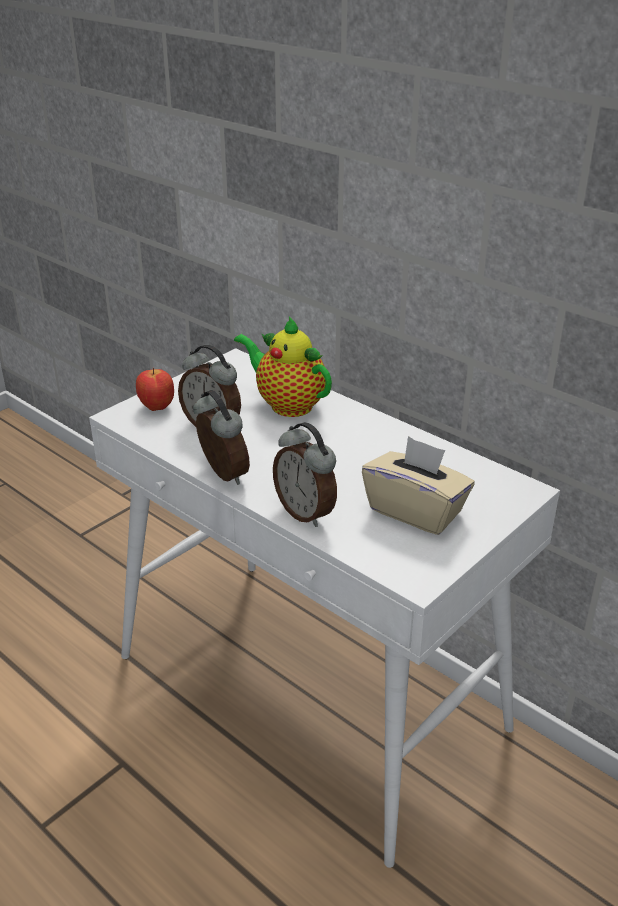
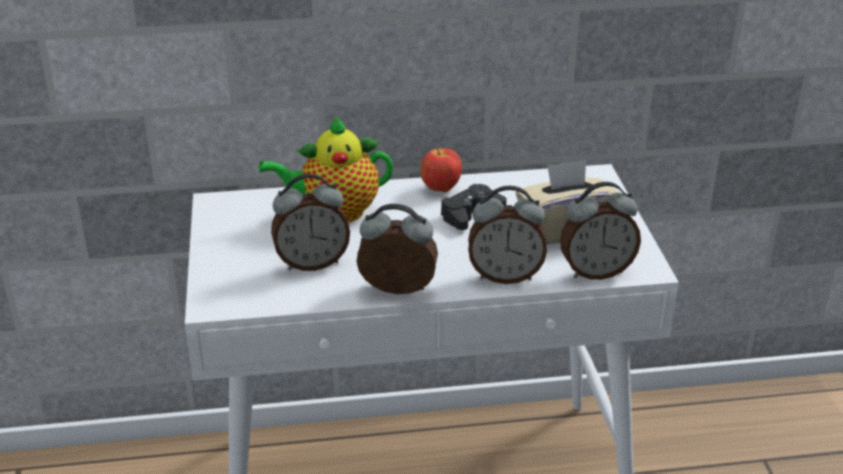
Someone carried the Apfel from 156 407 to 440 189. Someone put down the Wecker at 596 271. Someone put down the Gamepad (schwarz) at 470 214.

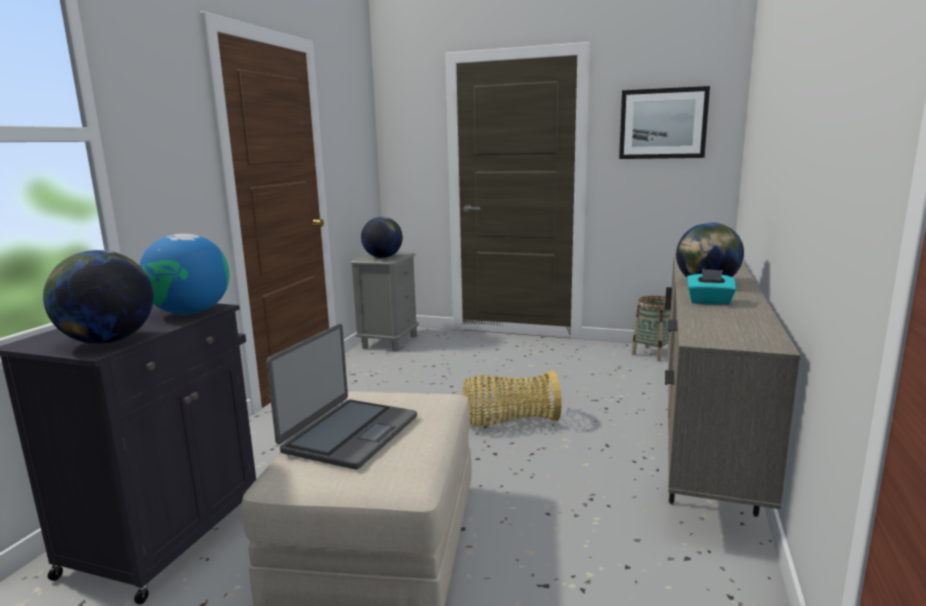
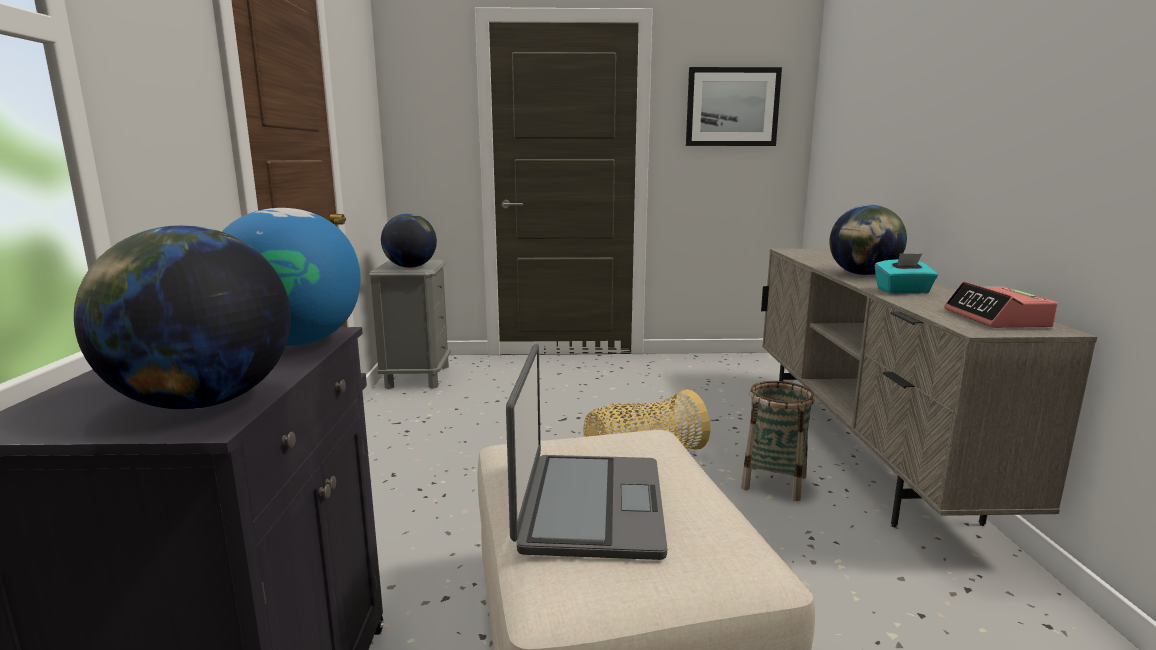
Someone carried the Korb from 652 354 to 773 482. Someone put down the Wecker at 996 319.

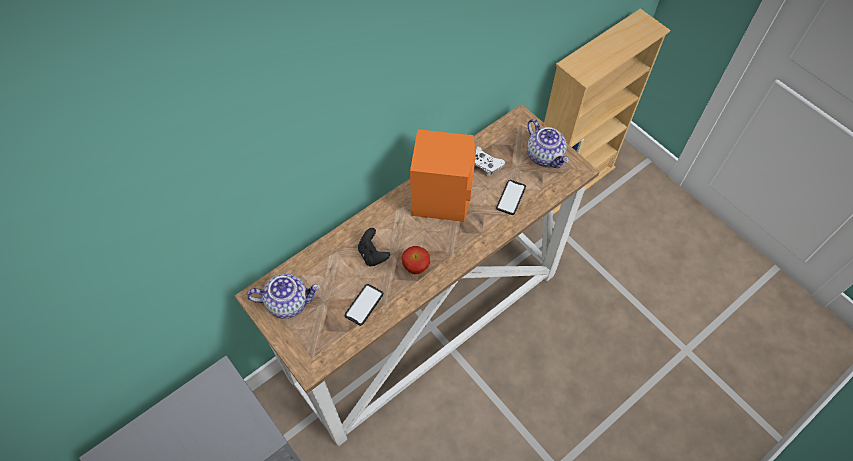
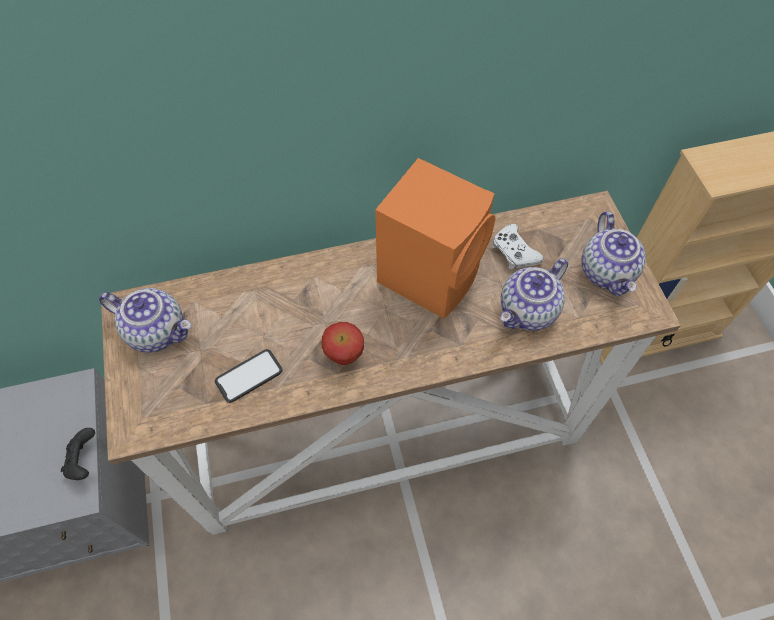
Someone swapped the Handy at 511 197 for the Teekanne at 528 311. Someone carried the Gamepad (schwarz) from 373 254 to 84 461.

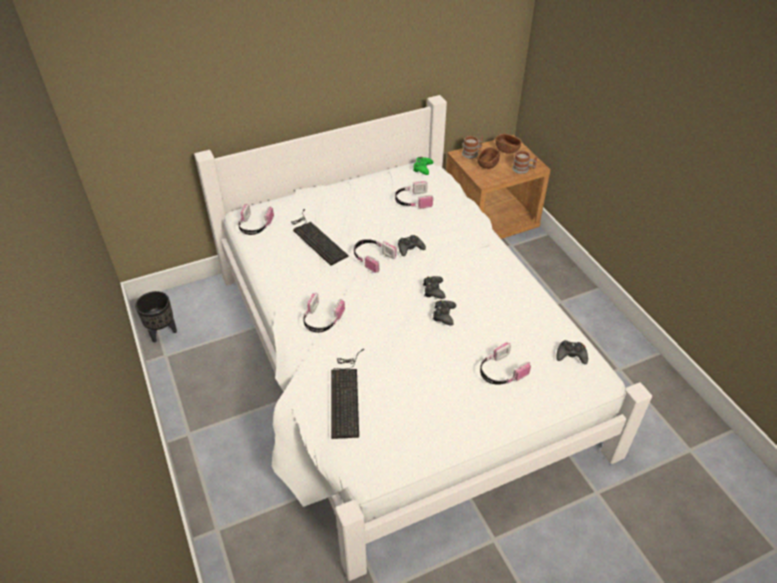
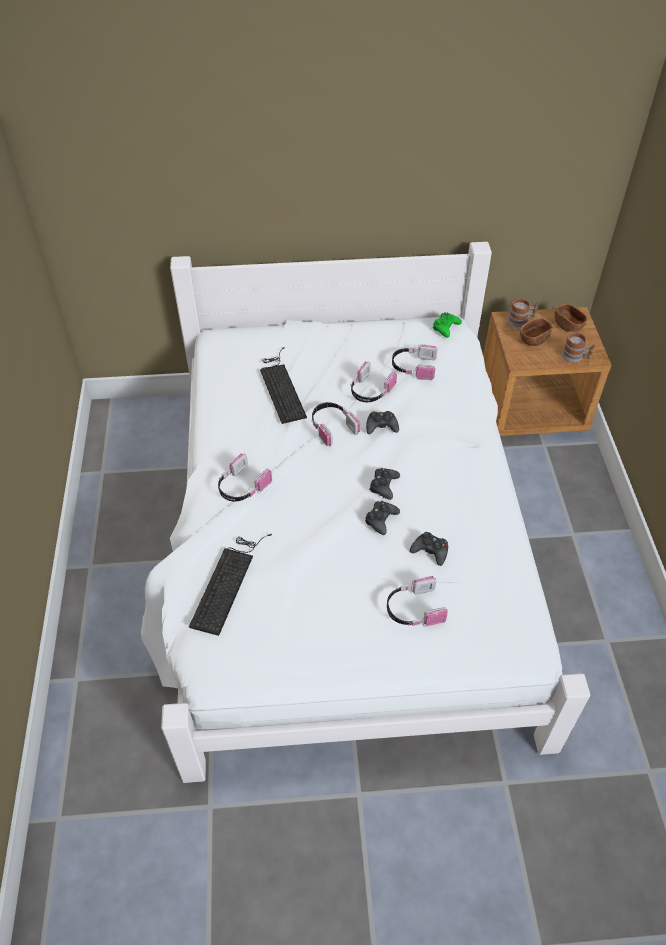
Someone carried the Kopfhörer from 255 226 to 370 391. Someone took away the Pflanzkübel (schwarz) at 162 332. Someone carried the Gamepad (schwarz) from 571 355 to 430 551.

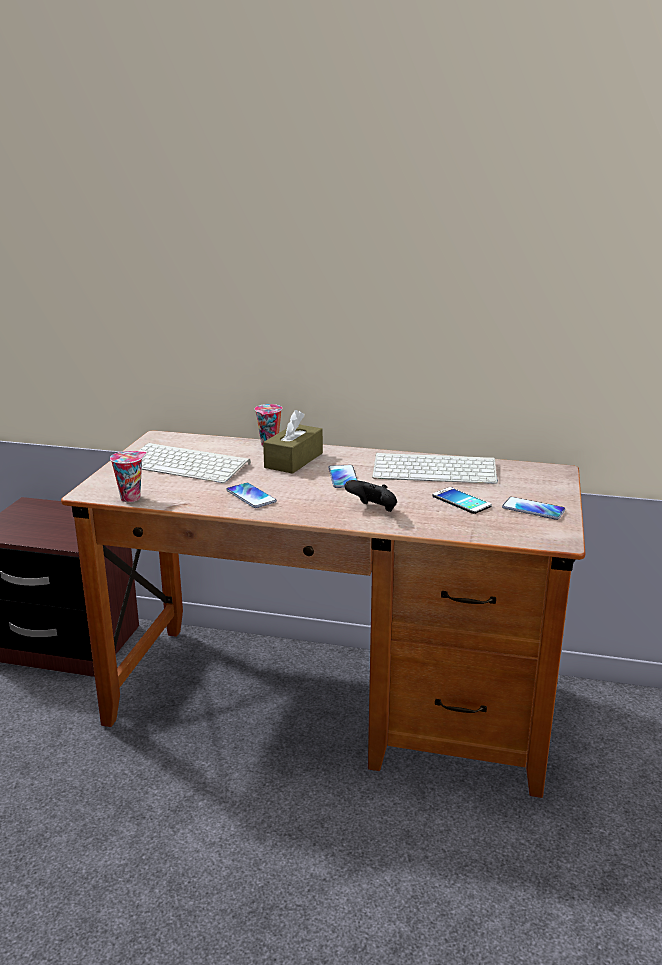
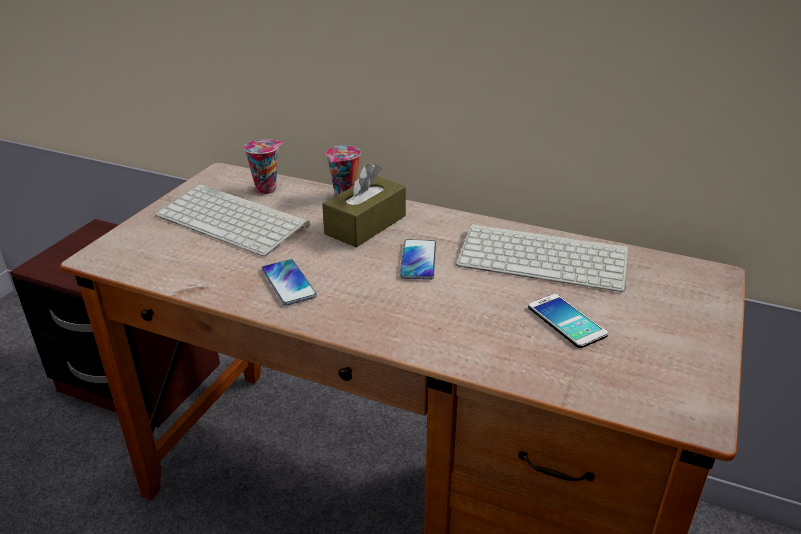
Someone carried the Tasse from 131 497 to 267 189. Someone took away the Gamepad (schwarz) at 373 510. Someone took away the Handy at 533 509.

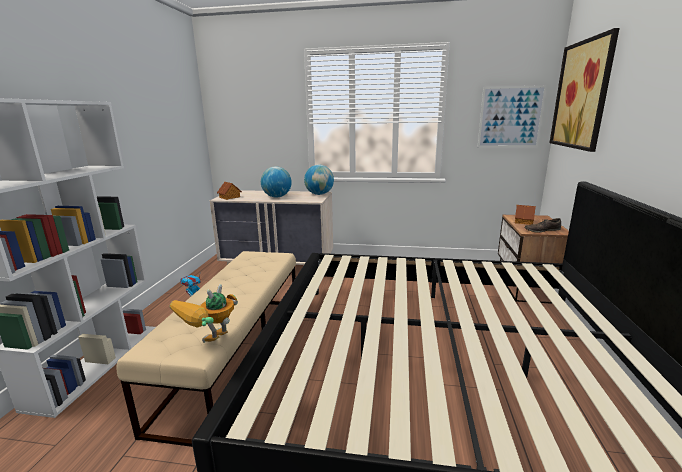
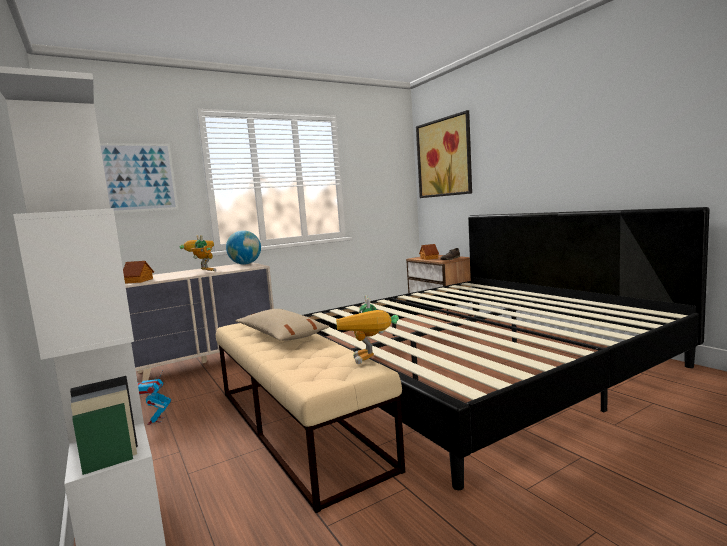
Someone carried the Bild from 510 117 to 138 177. Someone swapped the Globus at 277 197 for the Spielzeugroboter at 203 272. Someone put down the Kissen (beige) at 281 335.

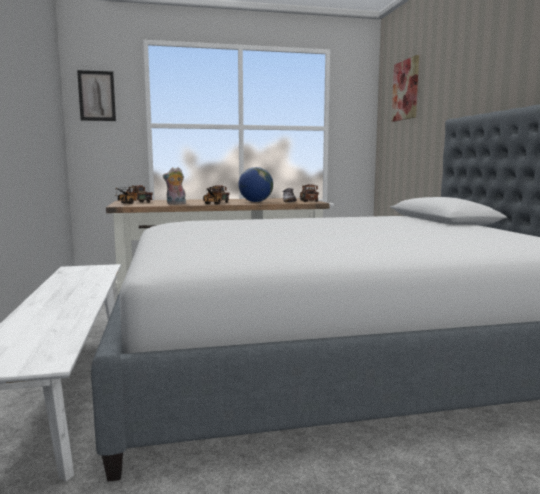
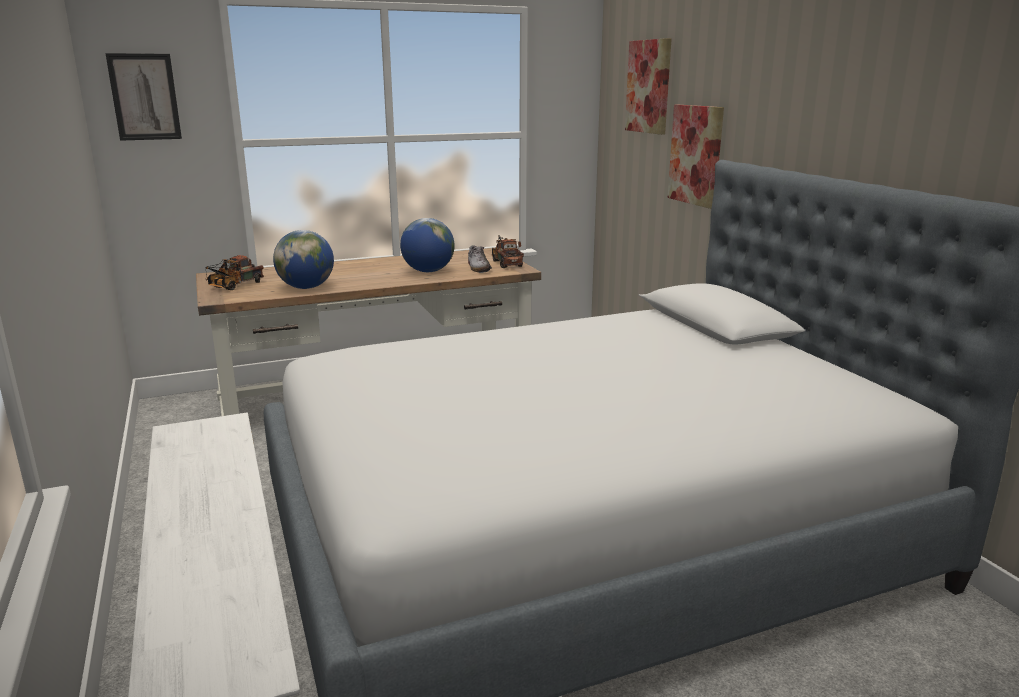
Someone swapped the Plüschtier at 175 204 for the Globus at 306 287. Someone took away the Spielzeuglaster at 215 203. Someone put up the Bild at 696 155.

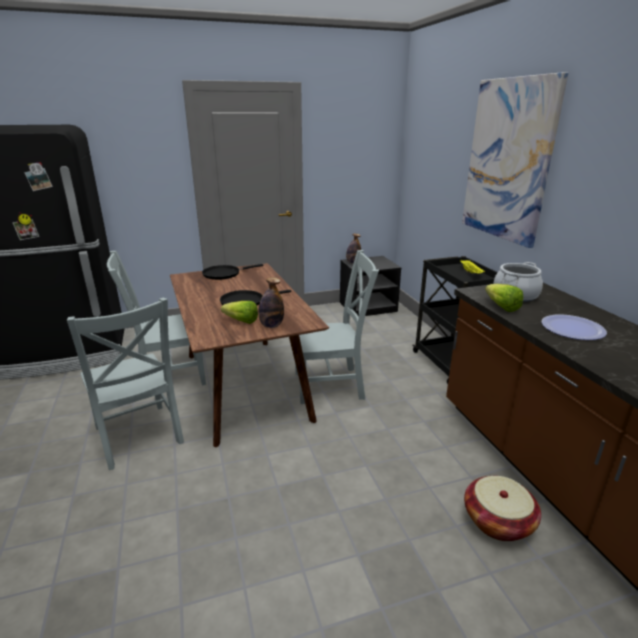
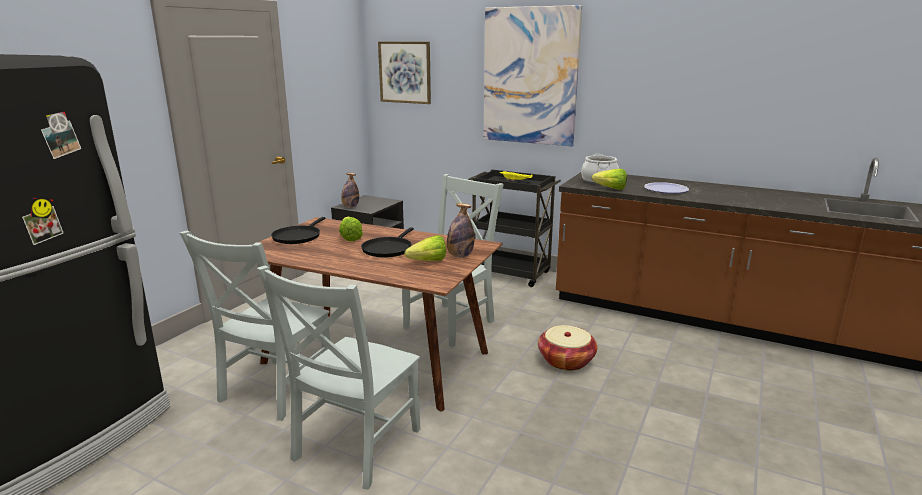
Someone rotated the Stuhl (grau) at 138 437 by 105 degrees clockwise. Someone carried the Korb from 498 521 to 566 361. Someone put up the Bild at 405 72. Someone put down the Salatkopf at 350 237.

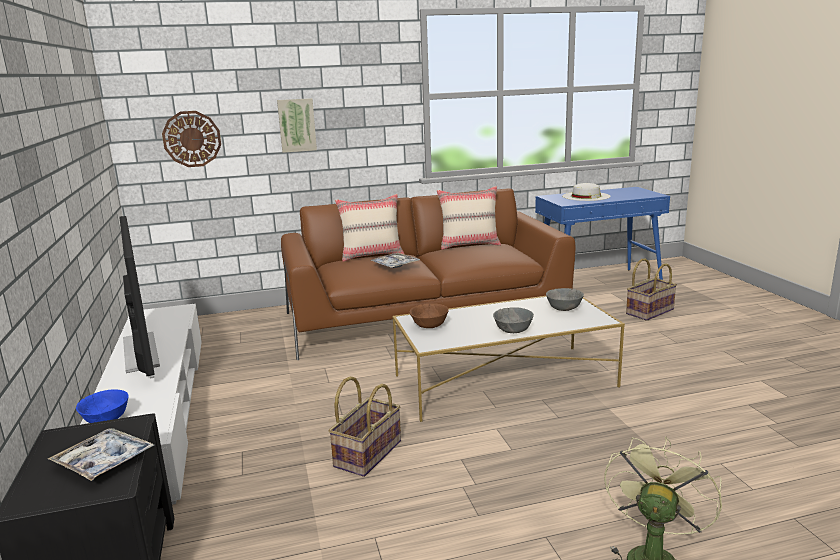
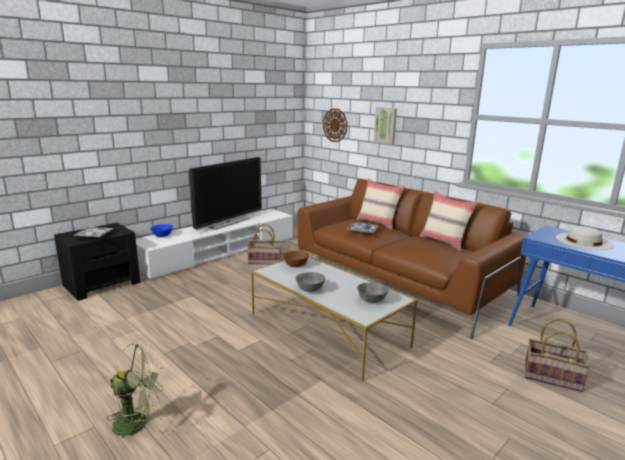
Someone carried the Korb from 367 453 to 265 261.

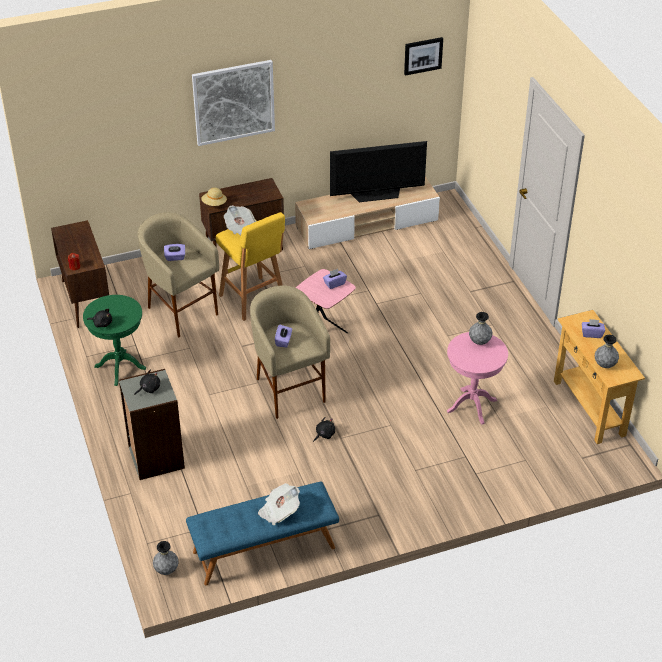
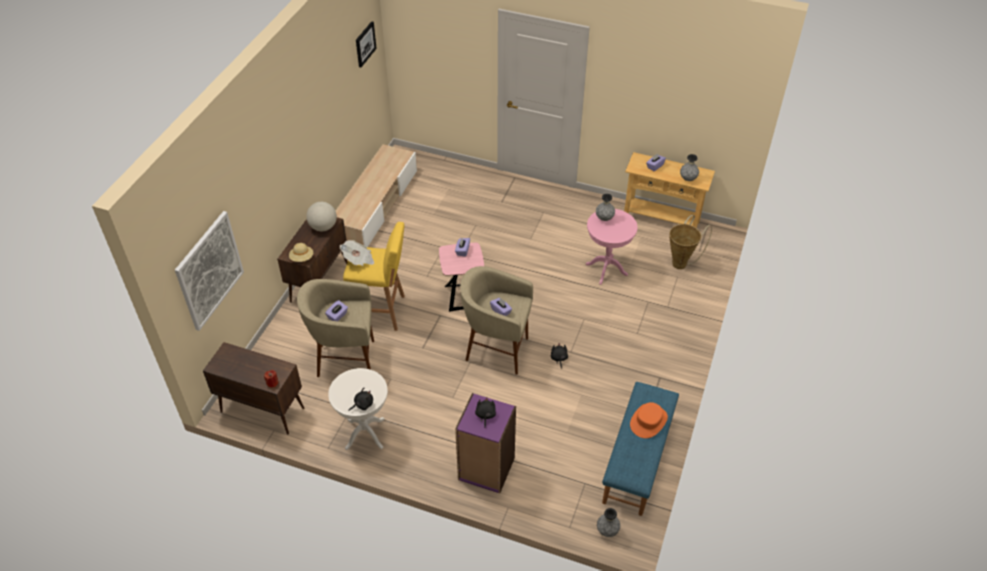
Someone carried the Bild from 233 102 to 209 270. Someone took away the Fernseher at 377 195. Someone repainted the Beistelltisch (grün) at 120 367, which became the Beistelltisch (weiß) at 365 433. Someone repainted the Bücherregal (grau) at 155 457, which became the Bücherregal (lila) at 486 469. Someone swapped the Zeitung at 279 511 for the Hut (orange) at 648 421. Someone put down the Globus at 323 227. Someone put down the Korb at 681 262.

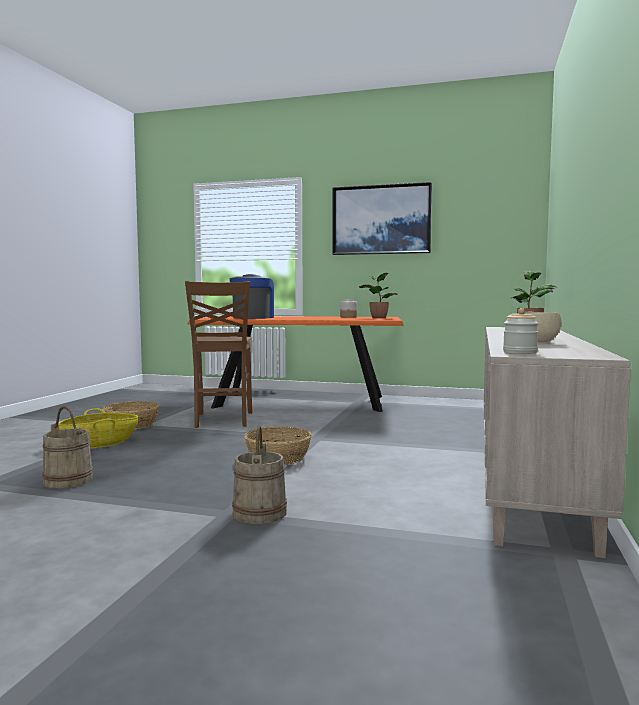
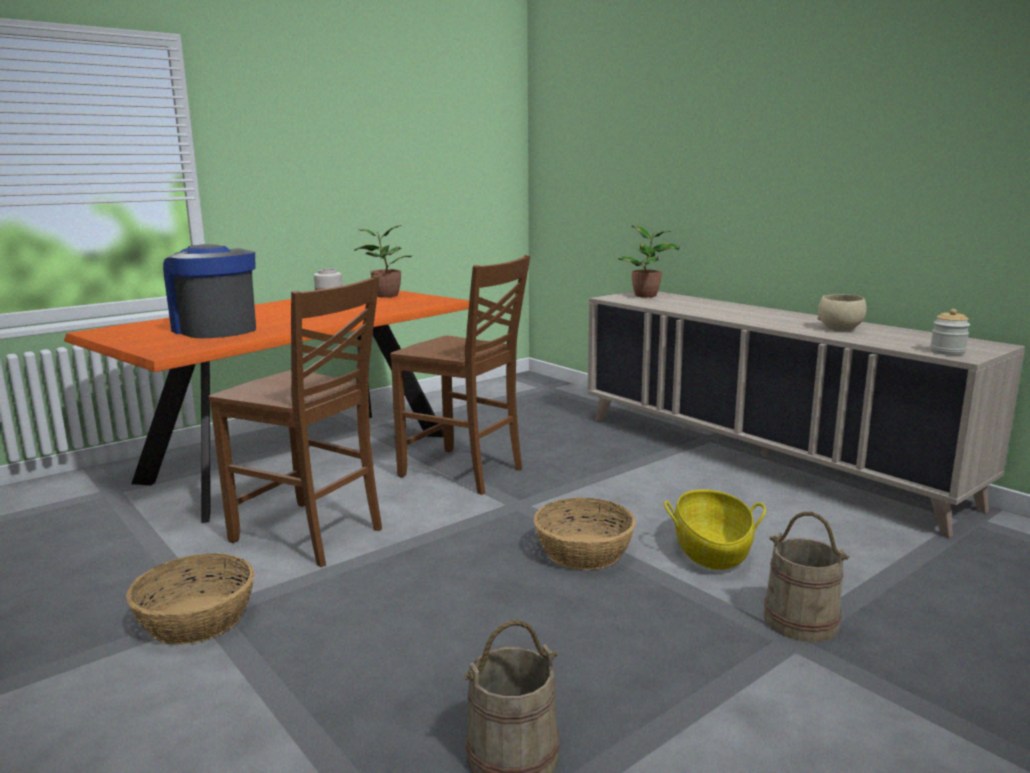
Someone took away the Bild at 381 220. Someone carried the Korb from 99 443 to 711 551. Someone put down the Stuhl (braun) at 464 473.

